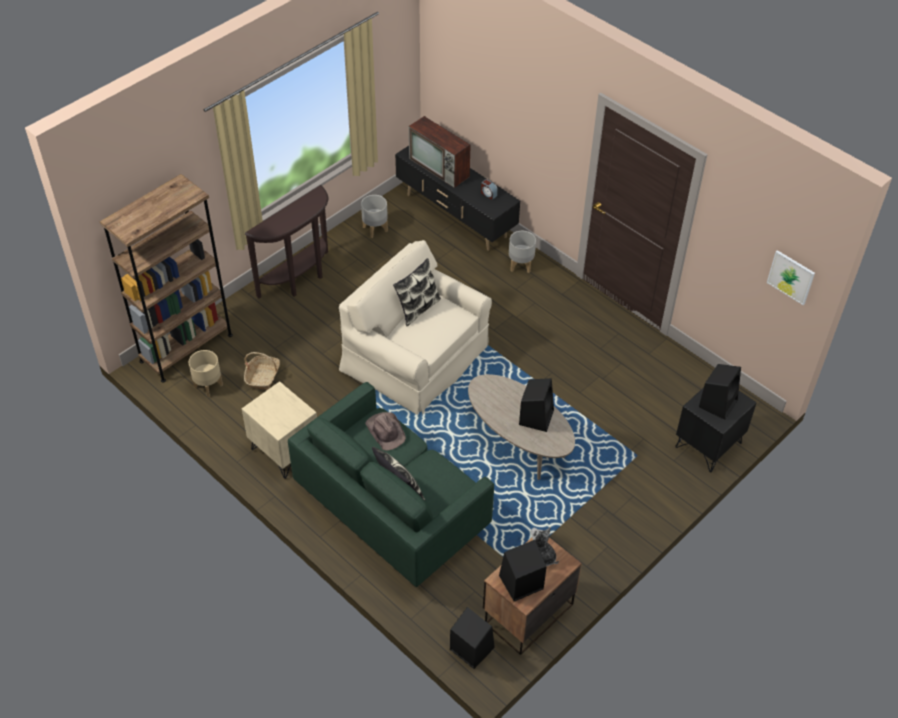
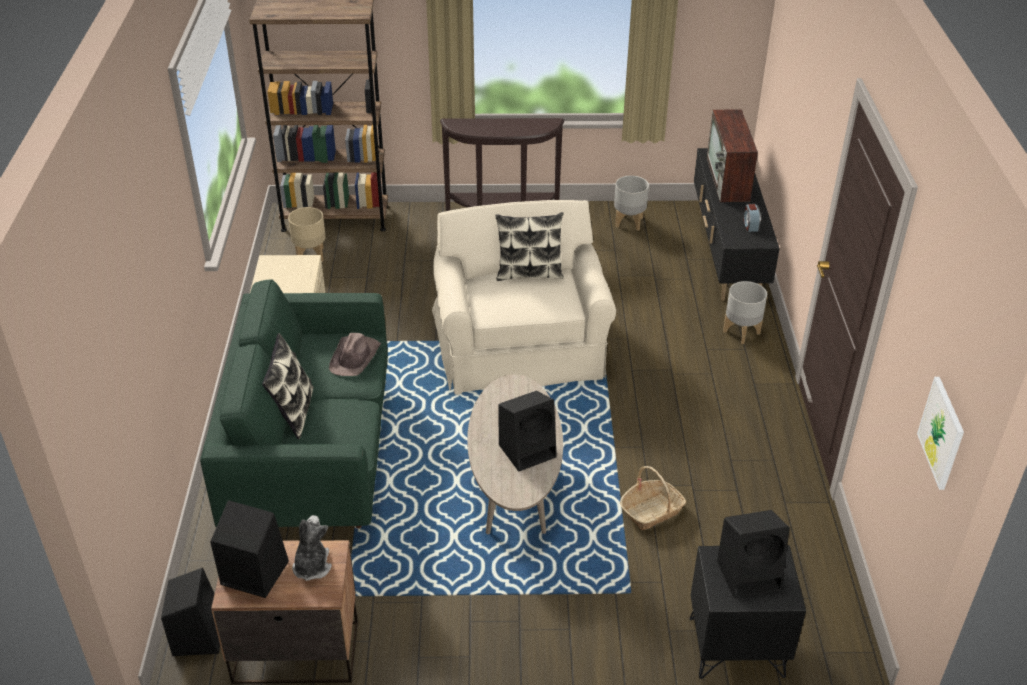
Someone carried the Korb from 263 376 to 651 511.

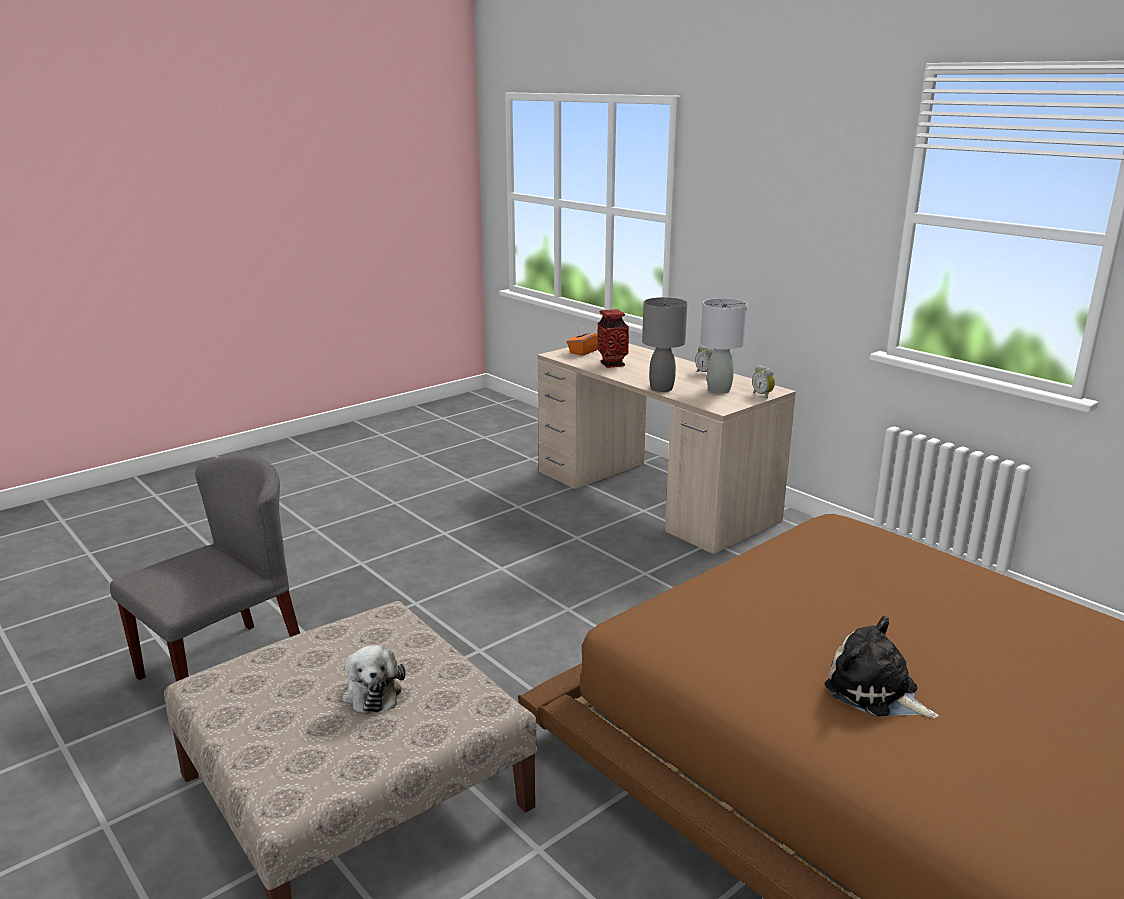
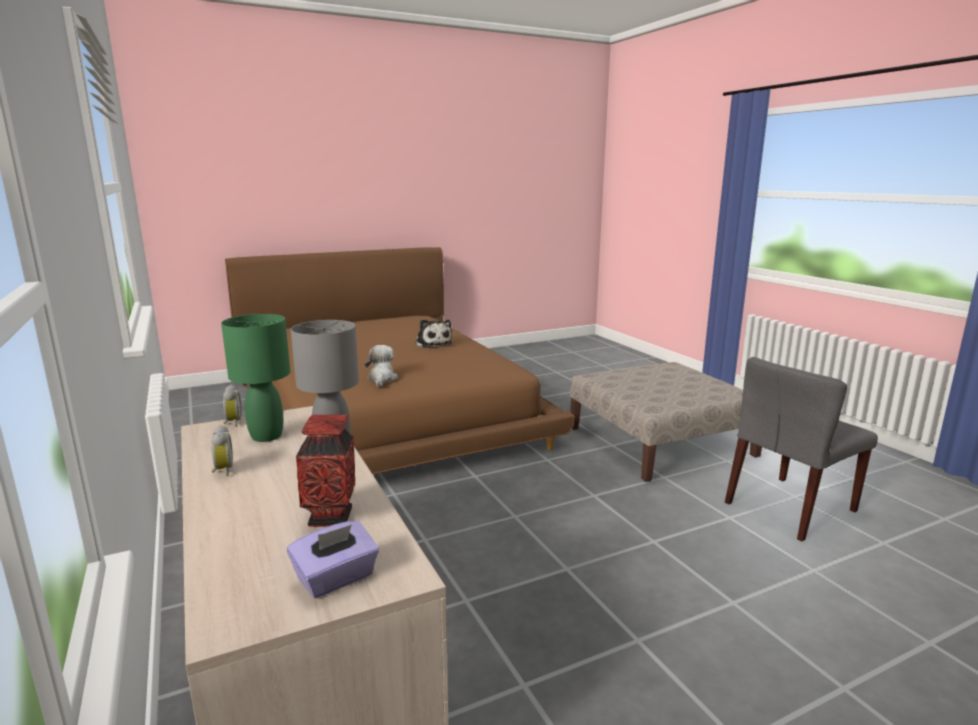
Someone repainted the Tischlampe (grau) at 719 390, which became the Tischlampe (grün) at 266 436. Someone repainted the Taschentuchbox (orange) at 583 351, which became the Taschentuchbox (lila) at 336 579. Someone carried the Plüschtier from 372 692 to 381 379.

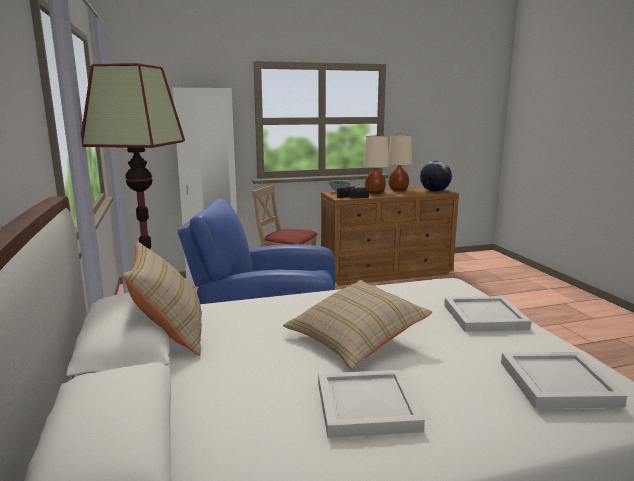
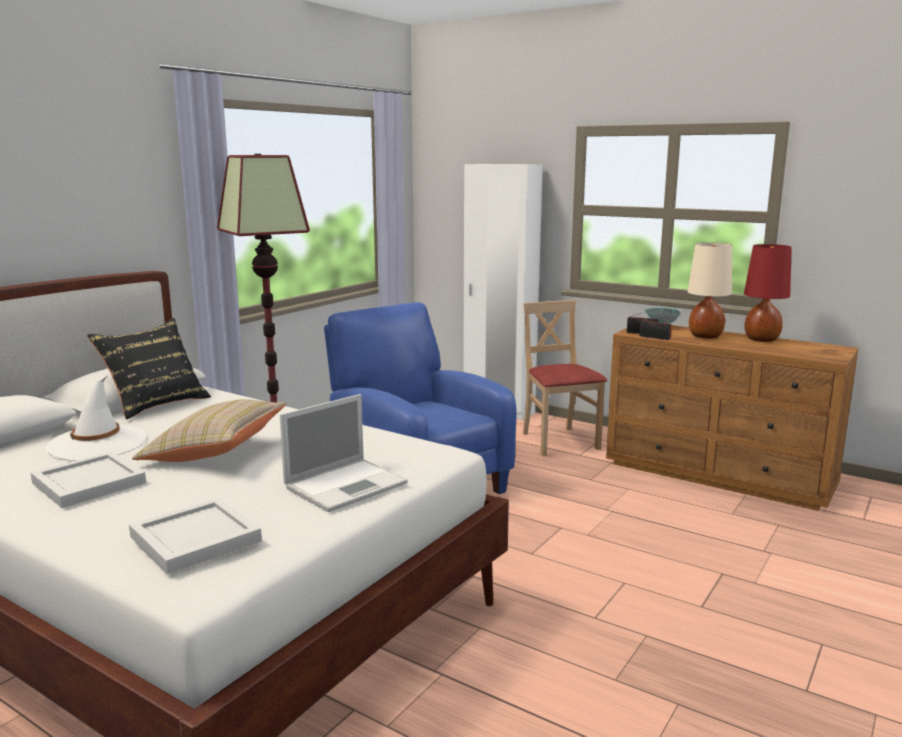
Someone repainted the Tischlampe (beige) at 398 190, which became the Tischlampe (rot) at 761 340. Someone took away the Globus at 434 191. Someone repainted the Kissen (beige) at 170 335, which became the Kissen (schwarz) at 156 404. Someone swapped the Tablett (weiß) at 483 316 for the Laptop at 347 484. Someone put down the Hut (weiß) at 97 443.

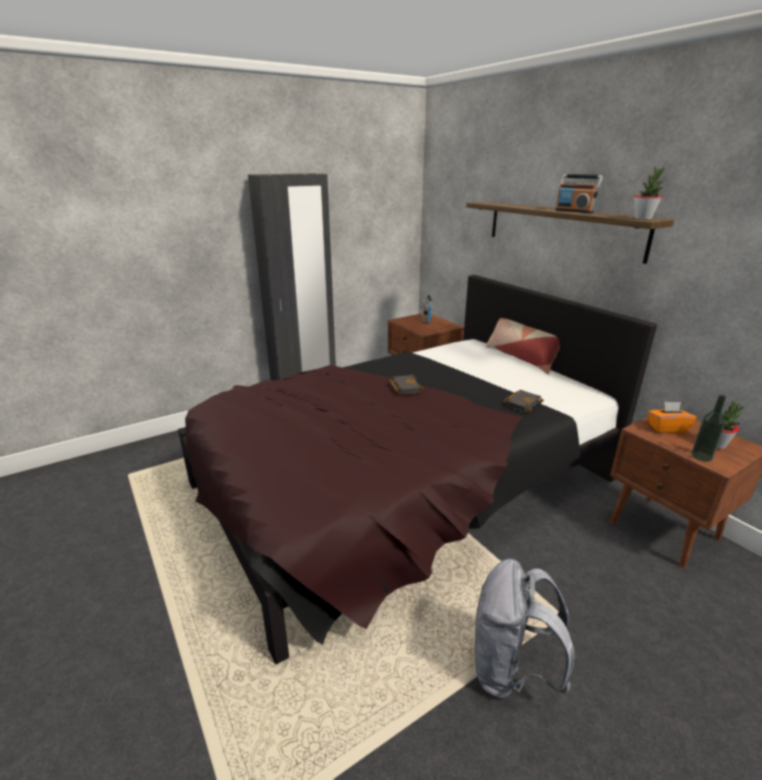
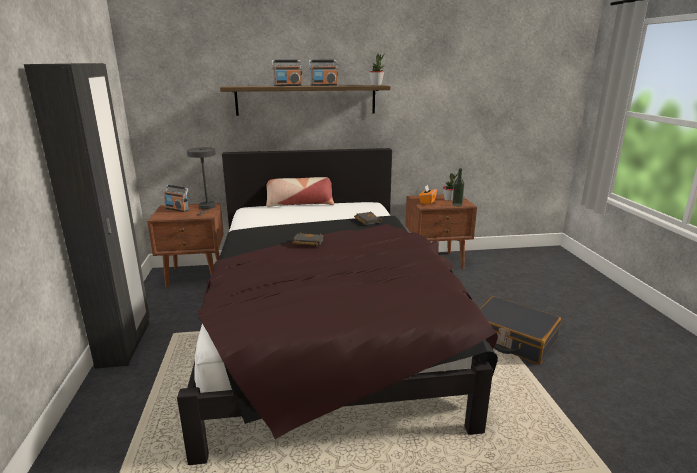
Someone swapped the Rucksack (grau) at 511 671 for the Koffer (schwarz) at 512 339. Someone put down the Radio at 287 85. Someone put down the Tischlampe (grau) at 207 207.

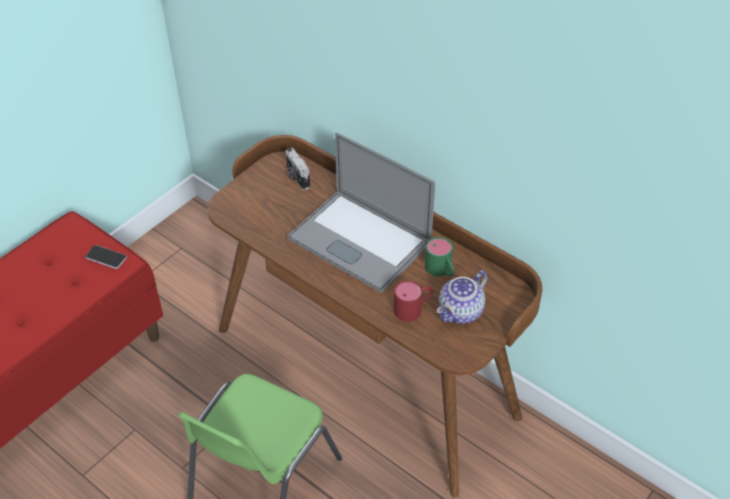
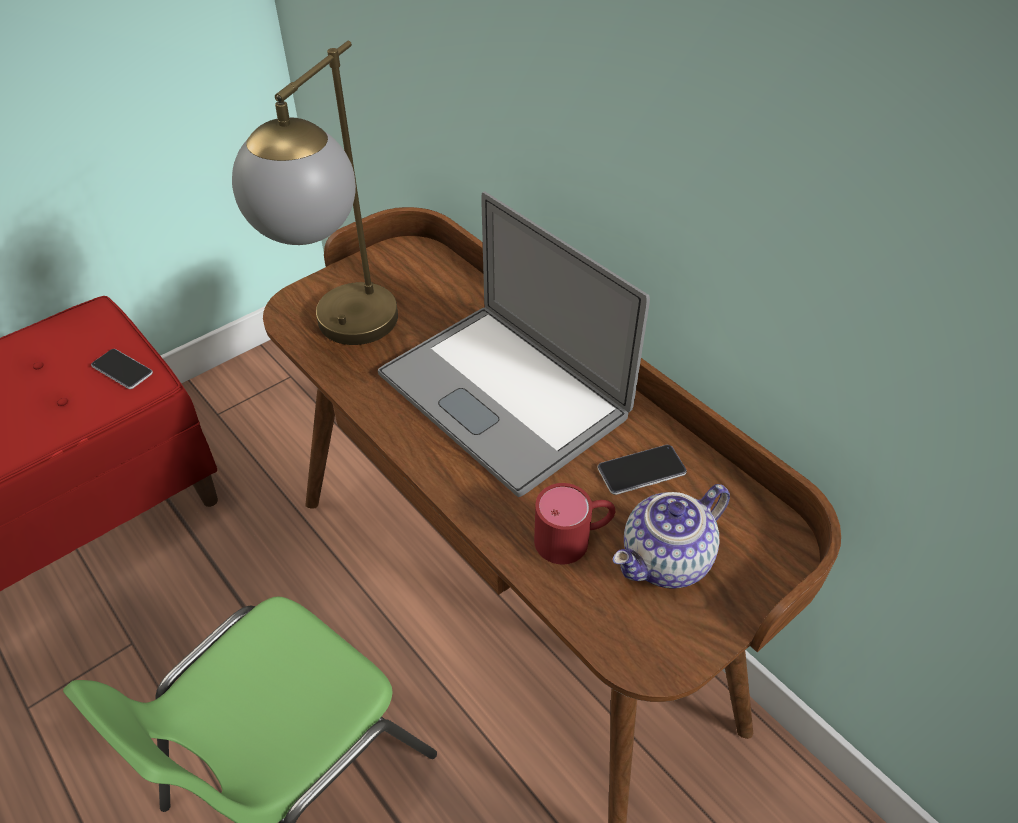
Someone took away the Kamera at 297 177. Someone swapped the Henkelbecher (grün) at 441 270 for the Handy at 641 471. Someone put down the Tischlampe at 343 337.

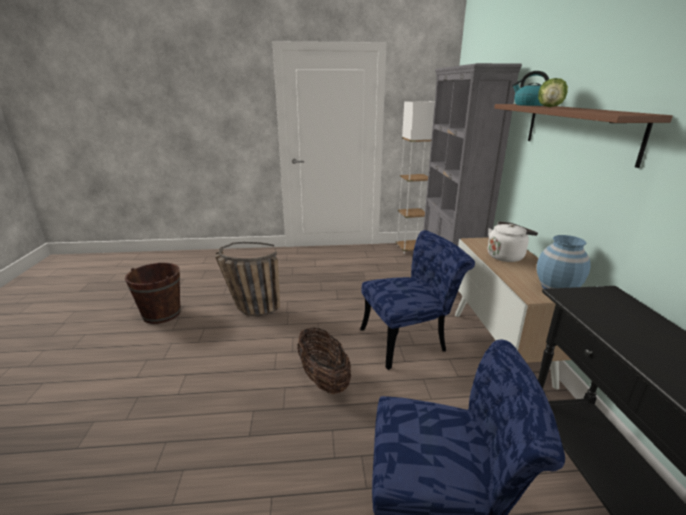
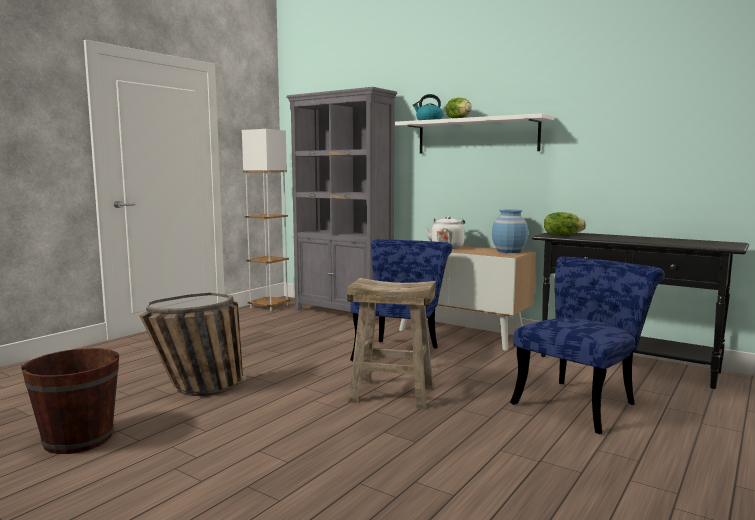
Someone repainted the Wandregal (braun) at 578 130, which became the Wandregal (weiß) at 476 136. Someone swapped the Korb at 323 379 for the Hocker (beige) at 392 394. Someone put down the Salatkopf at 562 235.

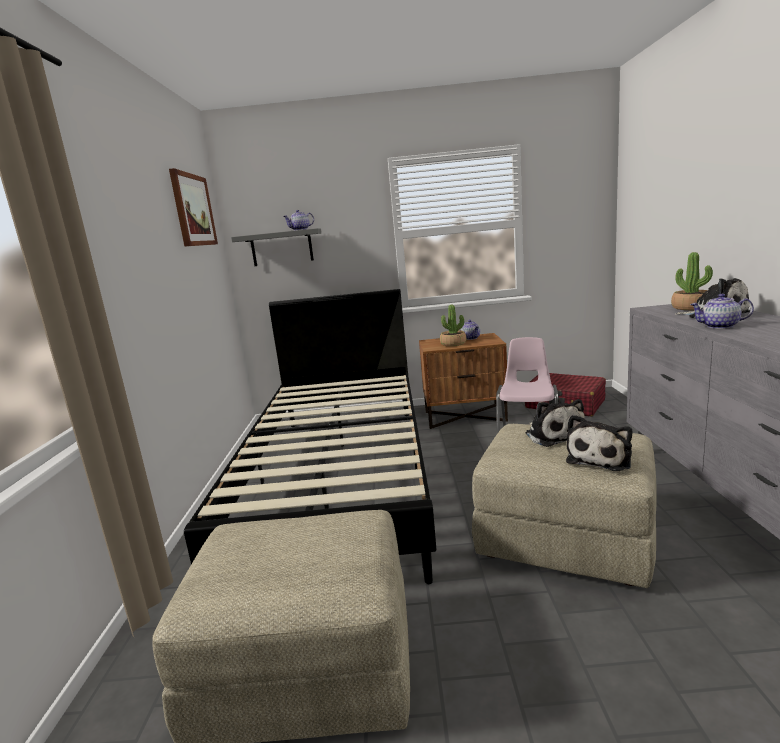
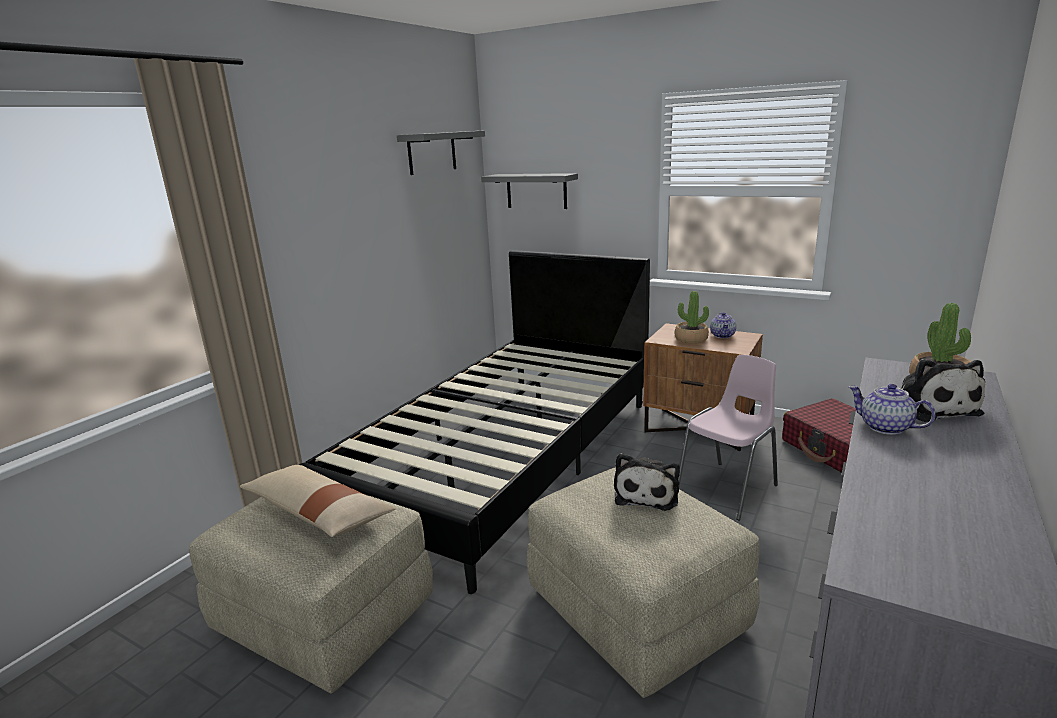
Someone swapped the Bild at 193 210 for the Wandregal (grau) at 432 152. Someone took away the Teekanne at 300 229. Someone took away the Plüschtier at 600 458. Someone put down the Kissen (beige) at 318 513.

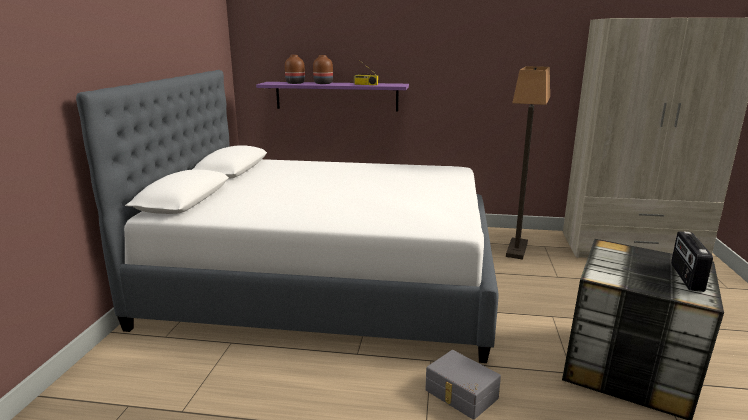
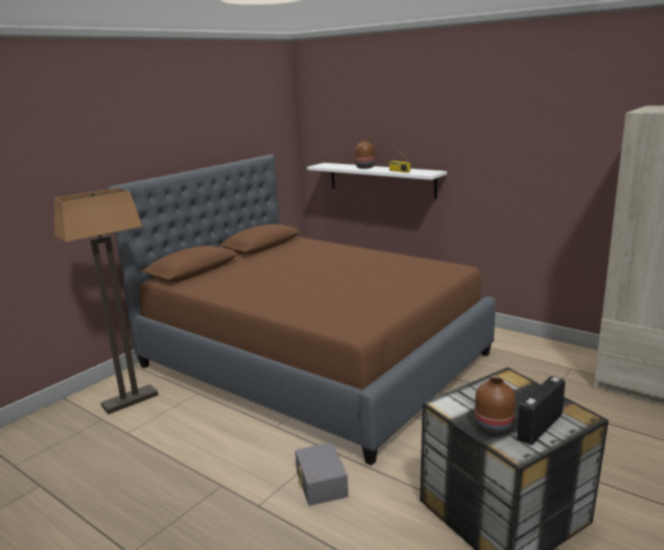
Someone carried the Vase (braun) from 294 83 to 492 427. Someone carried the Stehlampe from 516 249 to 130 400. Someone repainted the Bett (weiß) at 327 281, which became the Bett (braun) at 313 360. Someone repainted the Wandregal (lila) at 336 96, which became the Wandregal (weiß) at 381 179.

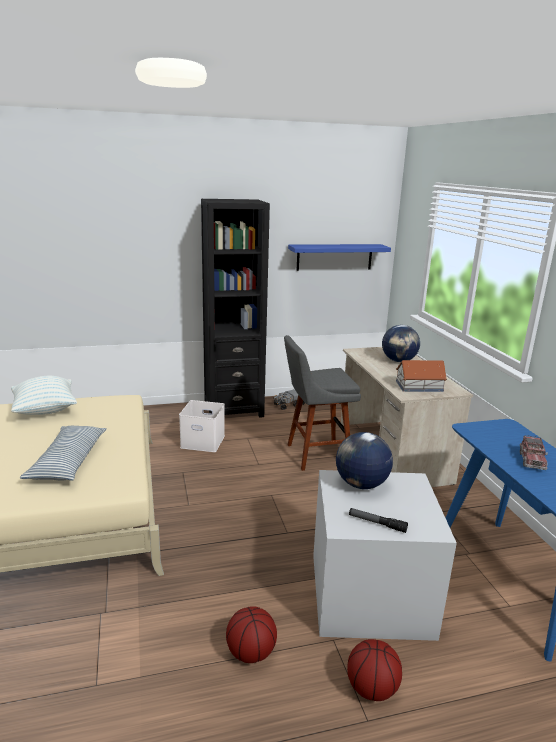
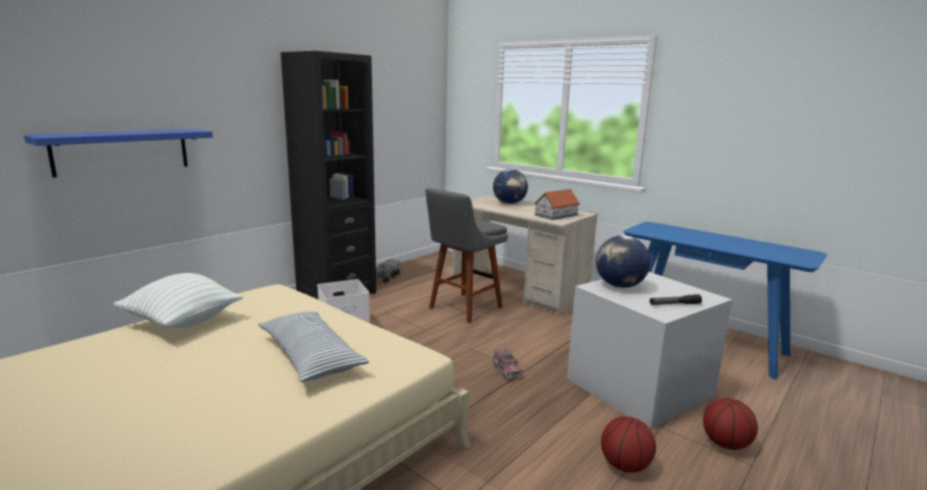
Someone carried the Wandregal (blau) from 334 257 to 122 151. Someone carried the Spielzeuglaster from 532 460 to 507 371.

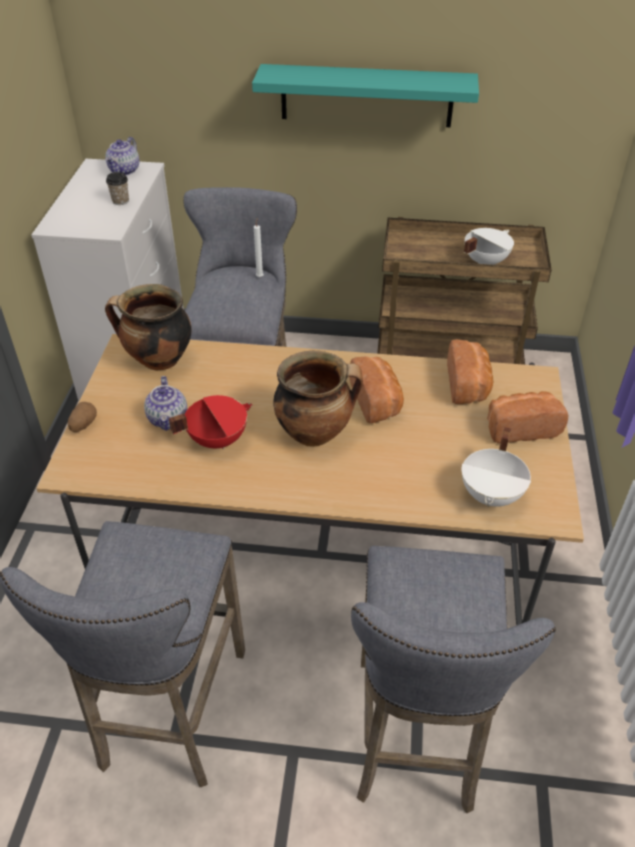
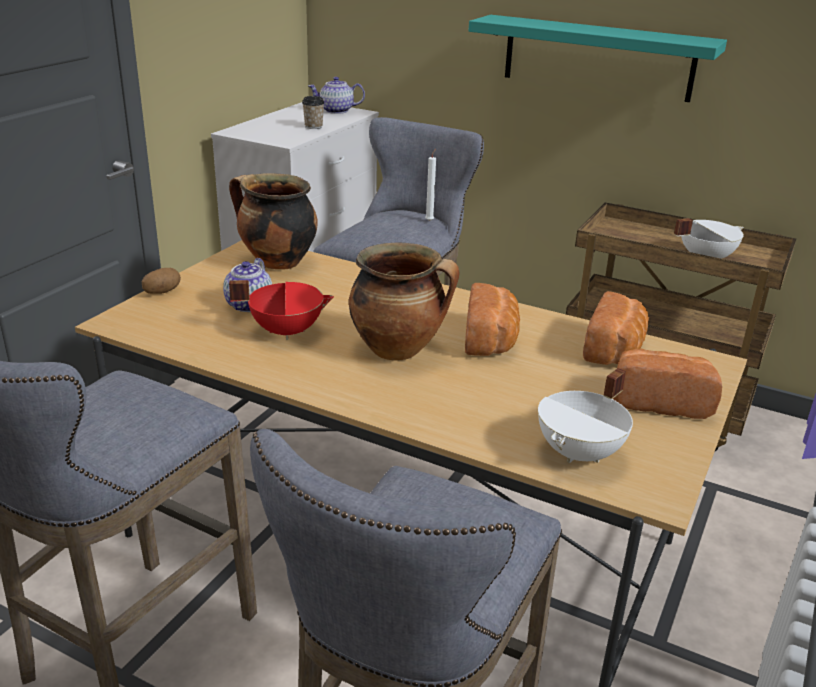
Someone rotated the Teekanne at 124 170 by 45 degrees clockwise.

